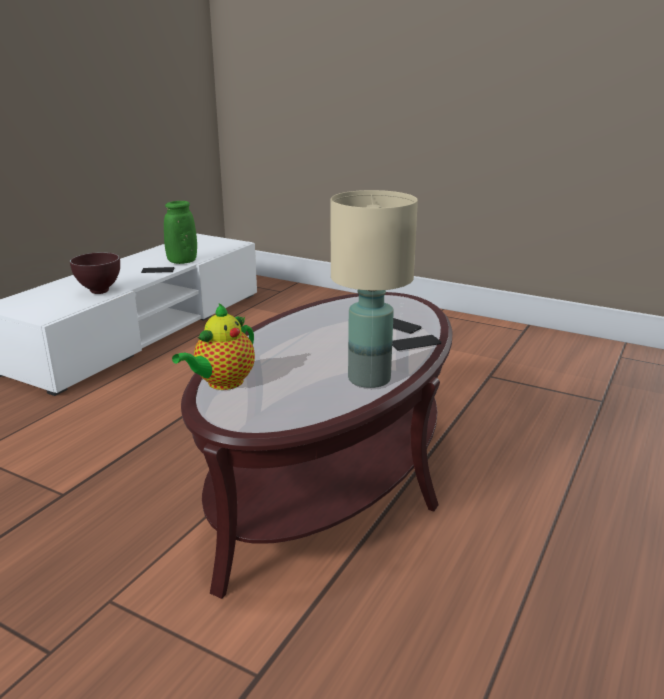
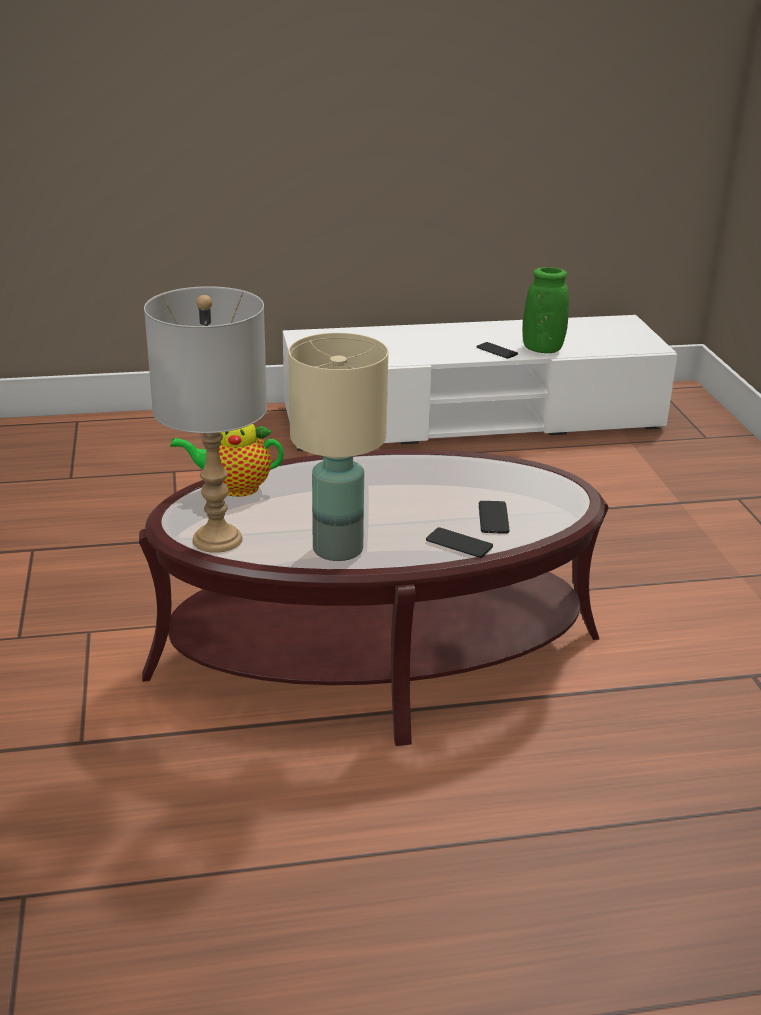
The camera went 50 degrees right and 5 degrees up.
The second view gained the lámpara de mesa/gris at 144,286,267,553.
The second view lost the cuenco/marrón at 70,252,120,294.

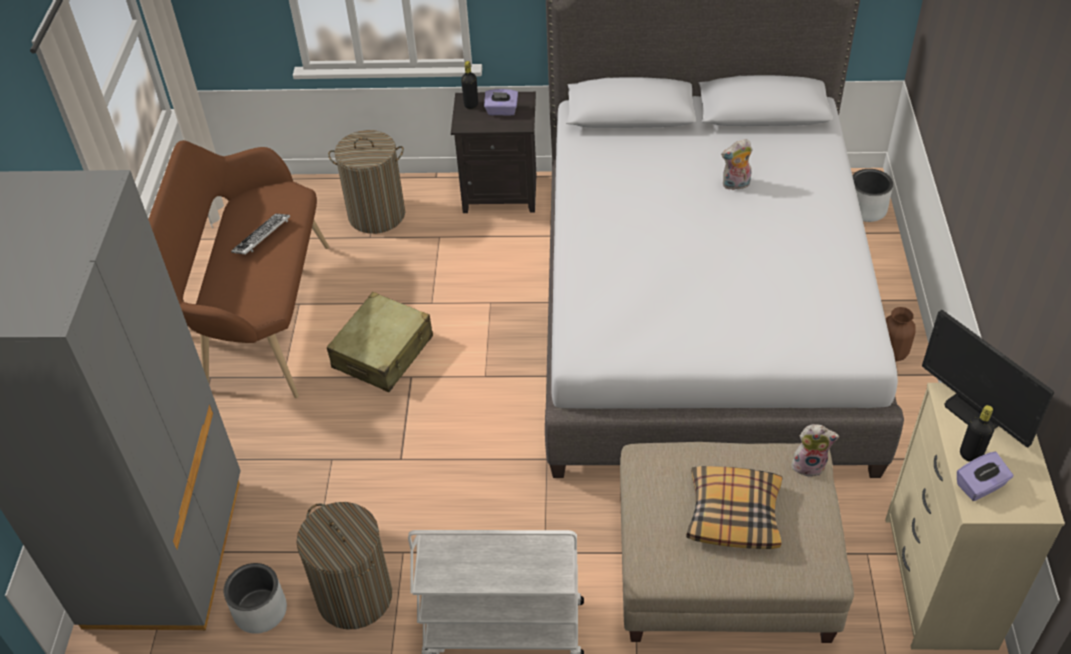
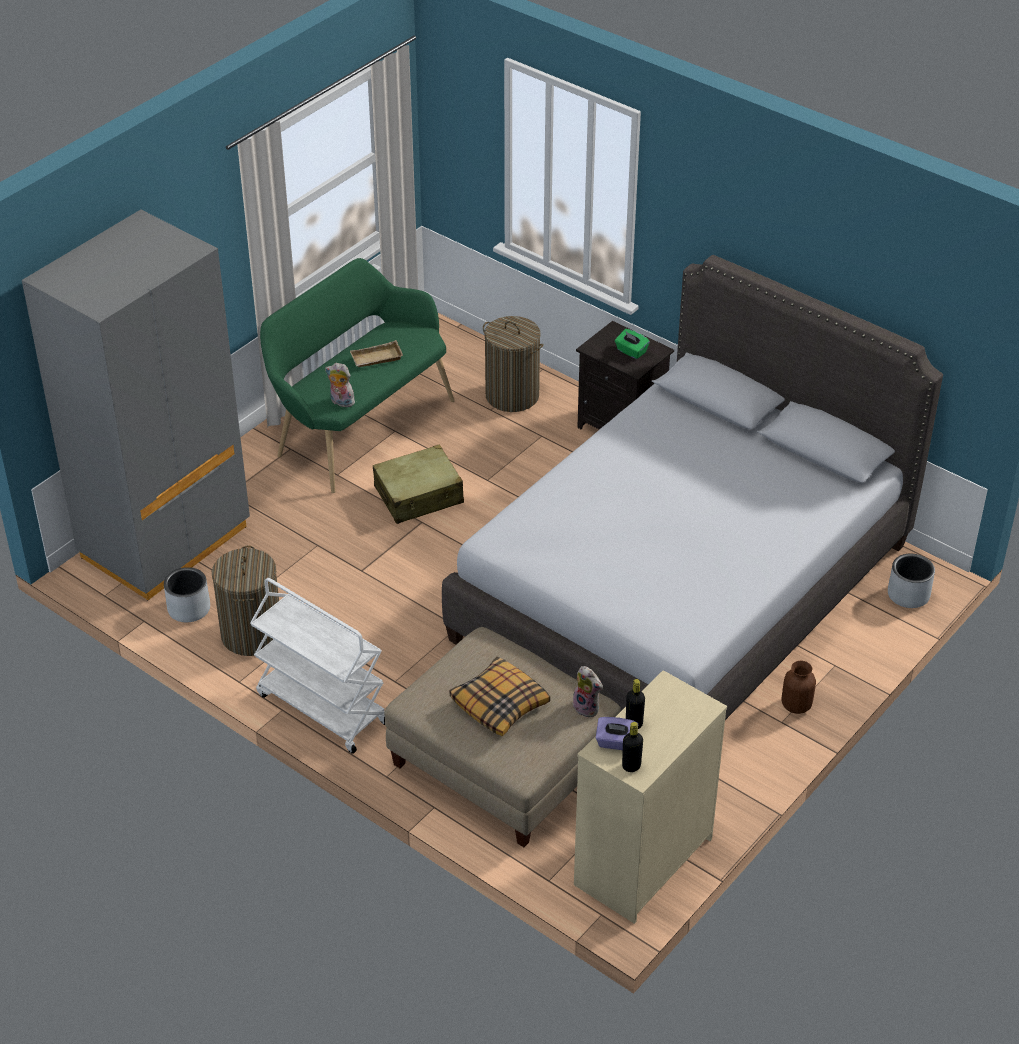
The camera went 35 degrees right and 5 degrees down.
What was the banco/marrón at 148,140,329,398 turned into the banco/verde at 260,258,455,493.
The peluche ended up elsewhere, having gone from 721,139,752,190 to 325,363,355,407.
Where the teclado stood at 231,213,291,255, the bandeja/beis came to stand at 350,340,403,367.
What was the caja de pañuelos/morado at 484,89,518,116 turned into the caja de pañuelos/verde at 615,329,650,359.
The botella/negro ended up elsewhere, having gone from 461,61,478,109 to 622,722,643,772.
The second view lost the monitor at 922,310,1054,448.

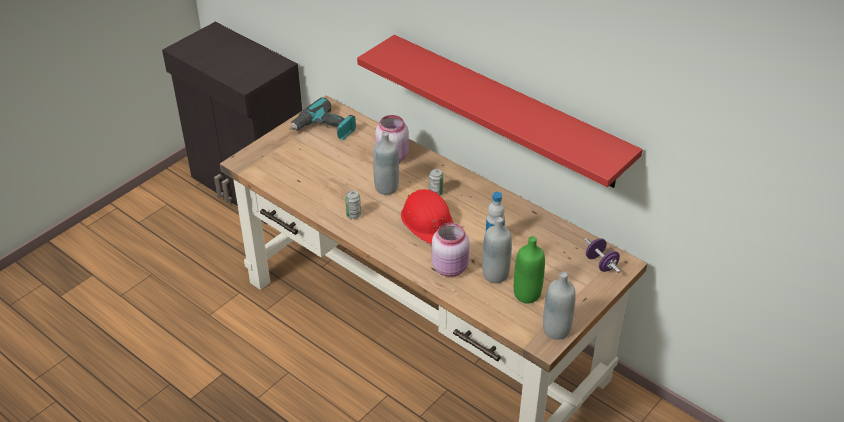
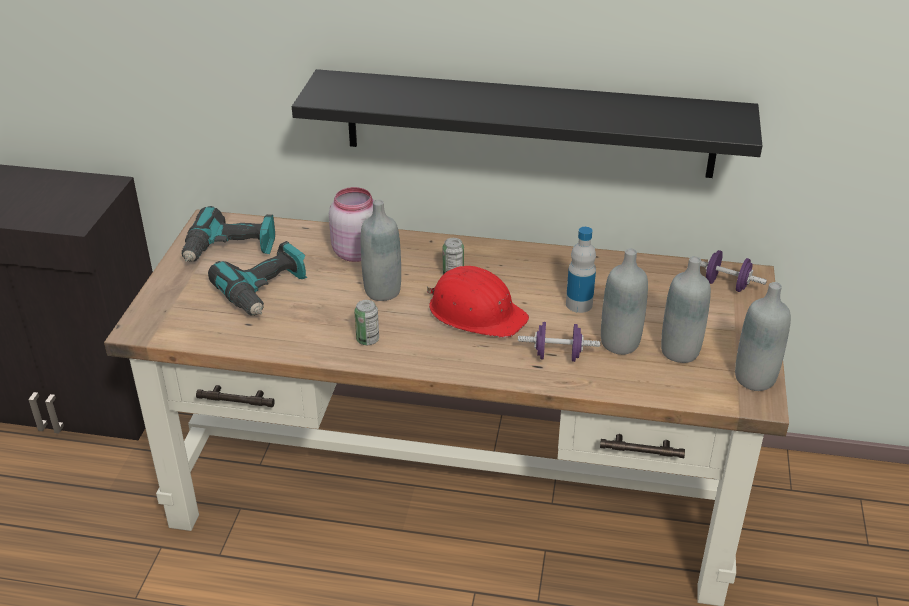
The camera went 30 degrees left and 5 degrees down.
The second view gained the taladro at 208,241,308,316.
What was the estante/rojo at 357,35,643,188 turned into the estante/negro at 292,69,762,178.
Where the tarro/rosa stood at 431,223,470,277, the mancuerna/morado came to stand at 518,322,600,362.
What was the botella/verde at 514,236,545,304 turned into the botella/gris at 661,256,711,363.

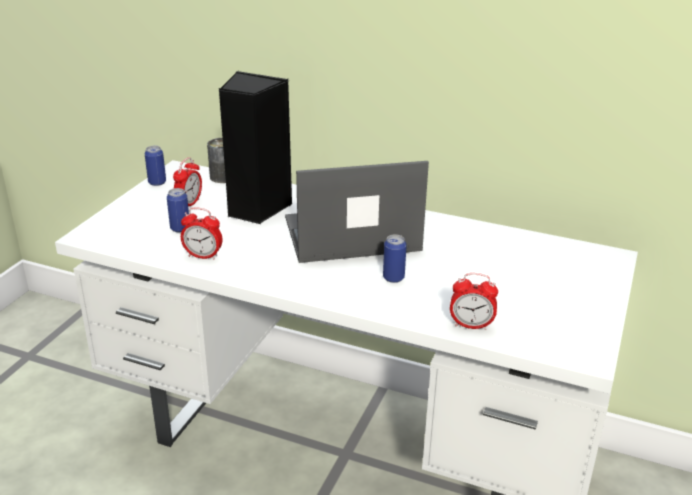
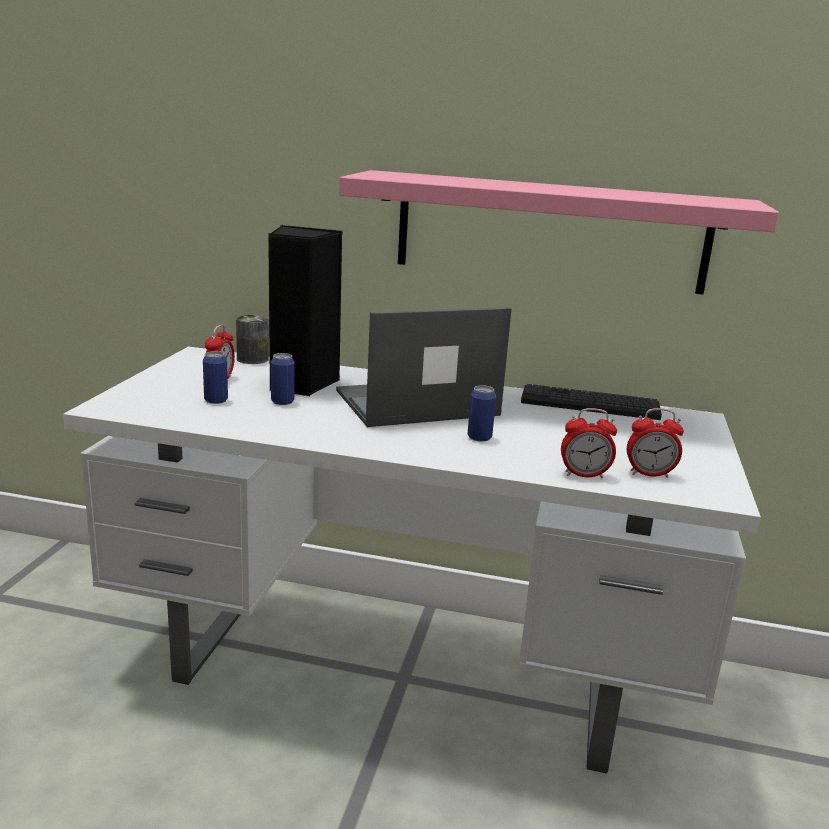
The camera went 10 degrees left and 10 degrees down.
The lata ended up elsewhere, having gone from 145,146,166,186 to 271,353,295,405.
The second view gained the estante/rosa at 339,170,779,294.
The second view gained the teclado at 521,384,662,420.
The despertador ended up elsewhere, having gone from 181,207,222,260 to 627,408,684,478.

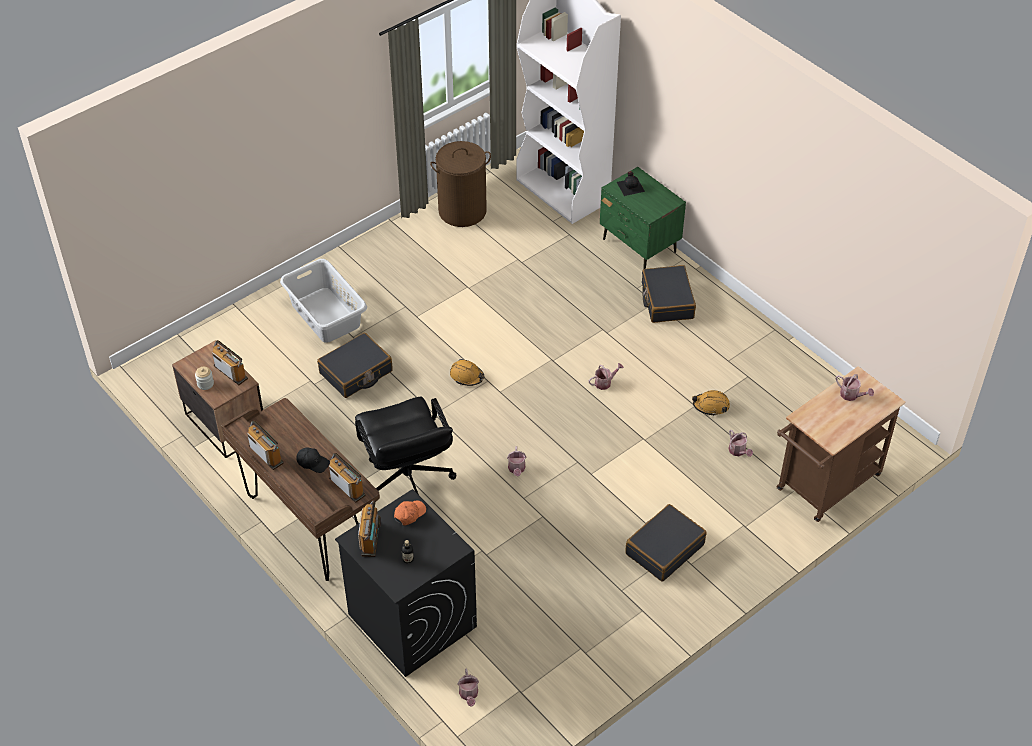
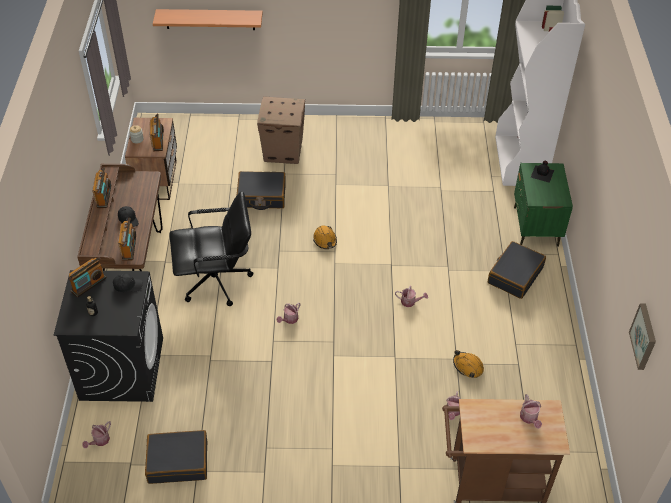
The camera went 40 degrees right and 0 degrees up.
What was the gorra/naranja at 394,500,426,525 turned into the gorra/negro at 113,273,143,292.
The maleta/negro ended up elsewhere, having gone from 625,504,706,582 to 145,430,207,484.
The second view gained the estante at 153,9,263,30.
The silla de oficina/negro at 355,397,456,503 ended up facing another way, 120 degrees counterclockwise from before.
Where the cesto de la ropa/gris stood at 280,259,367,343, the caja de cartón came to stand at 257,96,305,164.
The second view gained the cuadro at 629,303,656,370.
The second view lost the cesto de la ropa/marrón at 430,141,491,227.

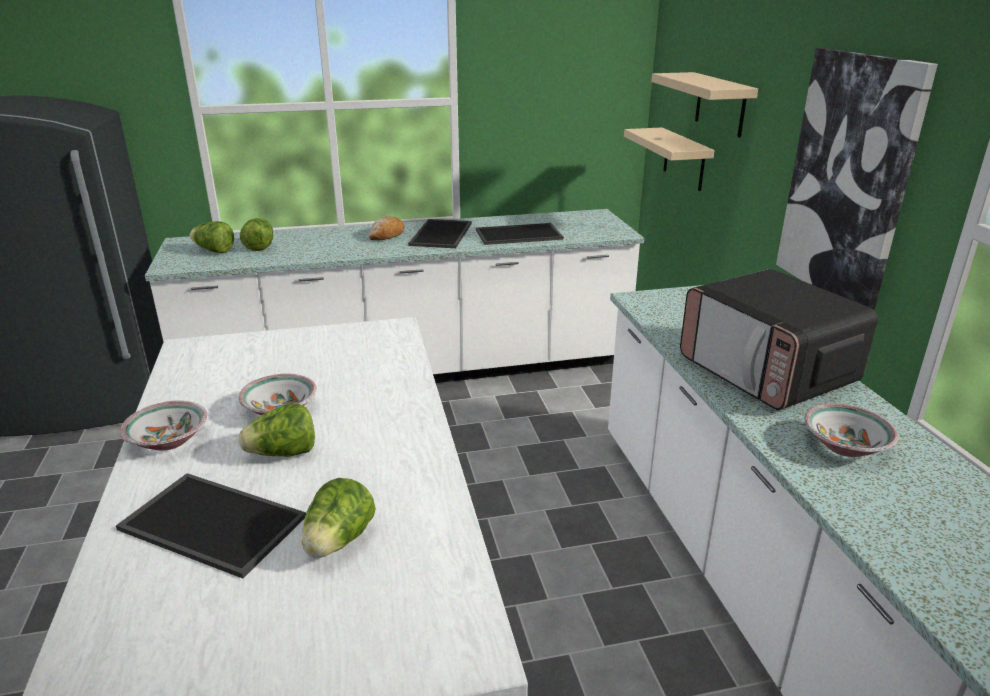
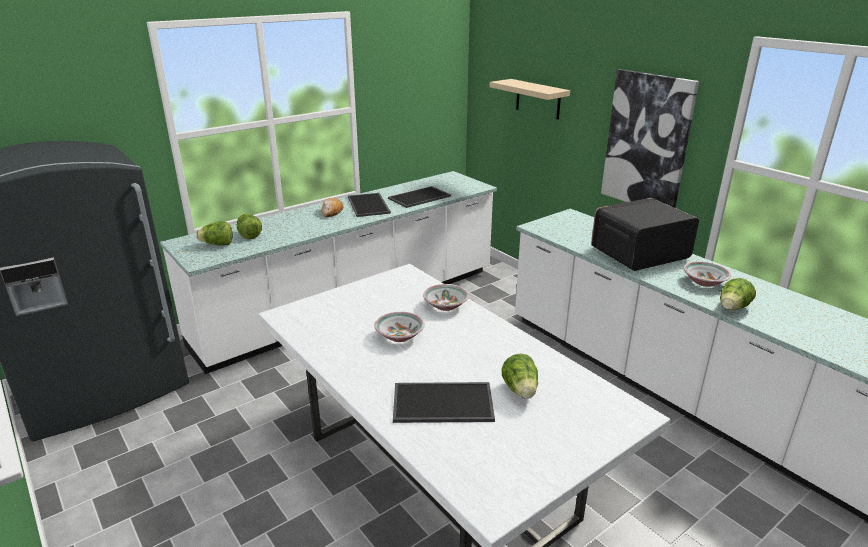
The camera went 25 degrees left and 0 degrees up.
The cuenco ended up elsewhere, having gone from 120,401,207,451 to 423,284,469,311.
The microondas at 680,269,878,410 ended up facing another way, 120 degrees clockwise from before.
The lechuga ended up elsewhere, having gone from 239,404,315,457 to 720,278,756,310.
The second view lost the estante/beis at 624,127,715,191.

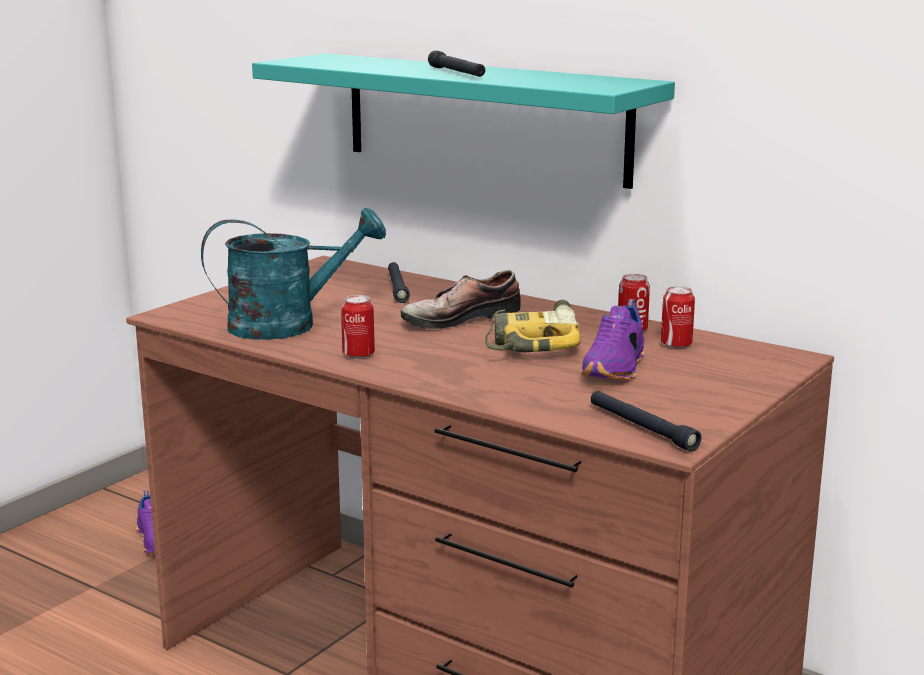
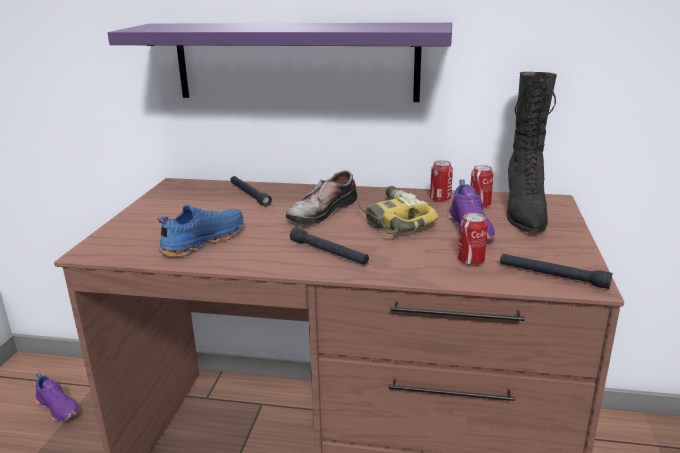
The camera went 25 degrees left and 5 degrees up.
What was the estante/turquesa at 252,53,675,189 turned into the estante/morado at 108,23,452,102.
Where the regadera/turquesa stood at 201,207,386,340, the zapato/azul came to stand at 157,205,243,257.
The linterna/negro ended up elsewhere, having gone from 428,50,485,77 to 290,227,369,265.
The lata ended up elsewhere, having gone from 341,295,375,359 to 458,213,488,266.
The second view gained the bota/negro at 506,72,557,233.

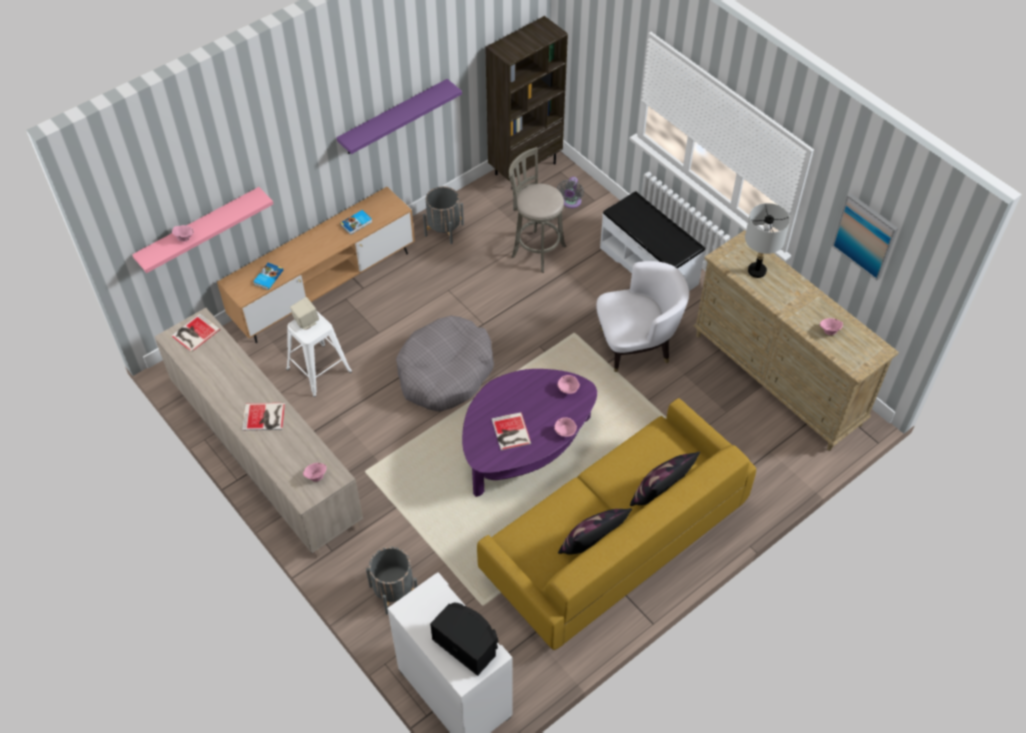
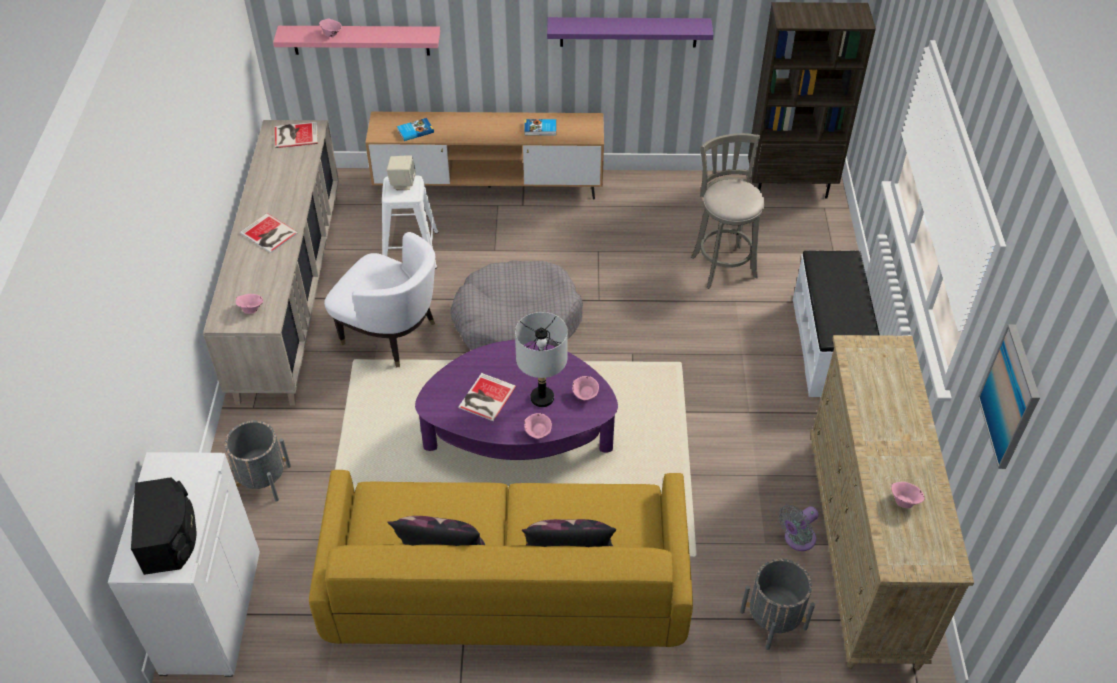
The camera went 40 degrees right and 5 degrees down.
The sillón/blanco ended up elsewhere, having gone from 596,261,689,372 to 324,232,435,367.
The lámpara de mesa/gris ended up elsewhere, having gone from 745,203,790,278 to 515,312,568,407.
The maceta/gris ended up elsewhere, having gone from 423,186,464,244 to 740,559,815,650.
The ventilador/gris ended up elsewhere, having gone from 557,177,584,208 to 778,505,819,551.

